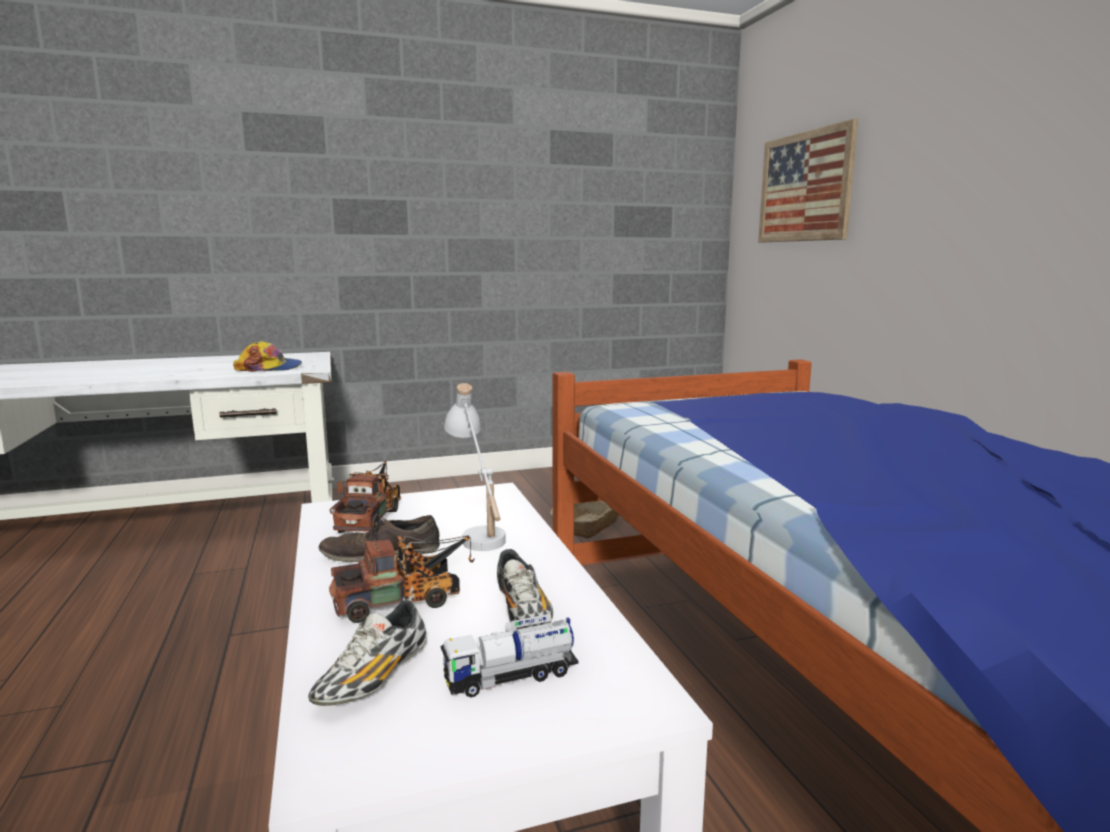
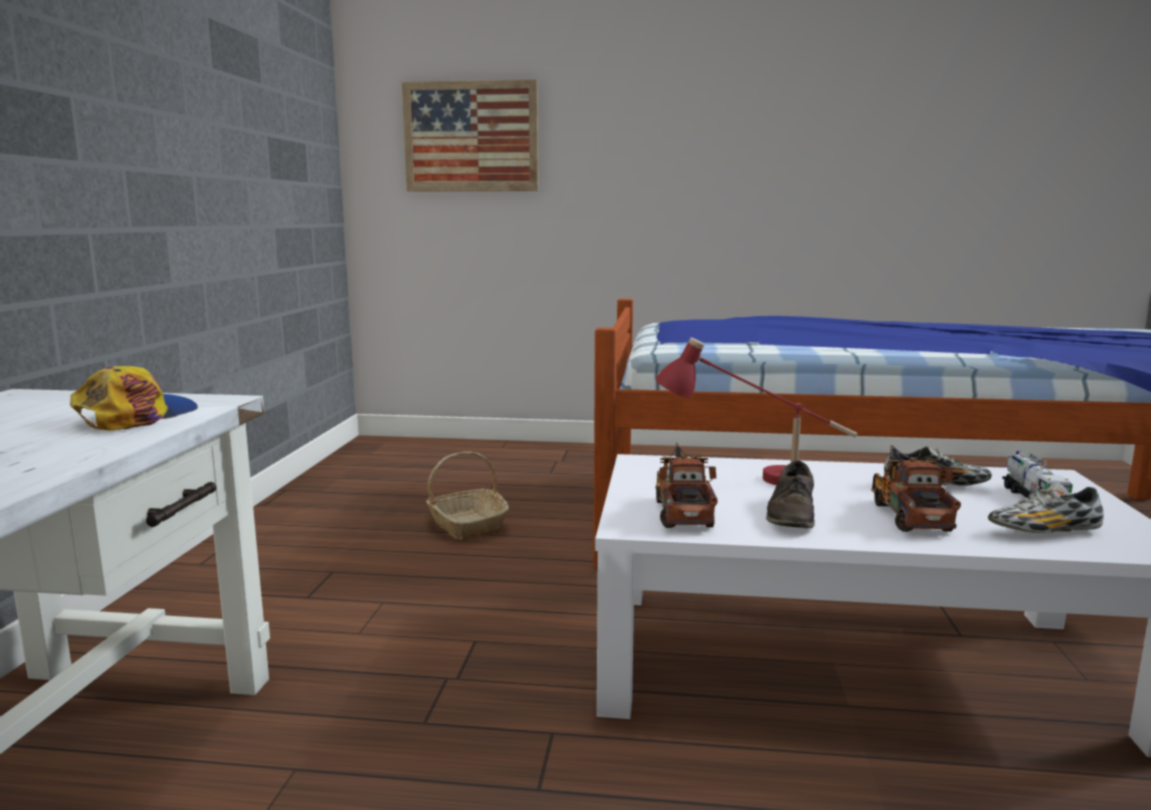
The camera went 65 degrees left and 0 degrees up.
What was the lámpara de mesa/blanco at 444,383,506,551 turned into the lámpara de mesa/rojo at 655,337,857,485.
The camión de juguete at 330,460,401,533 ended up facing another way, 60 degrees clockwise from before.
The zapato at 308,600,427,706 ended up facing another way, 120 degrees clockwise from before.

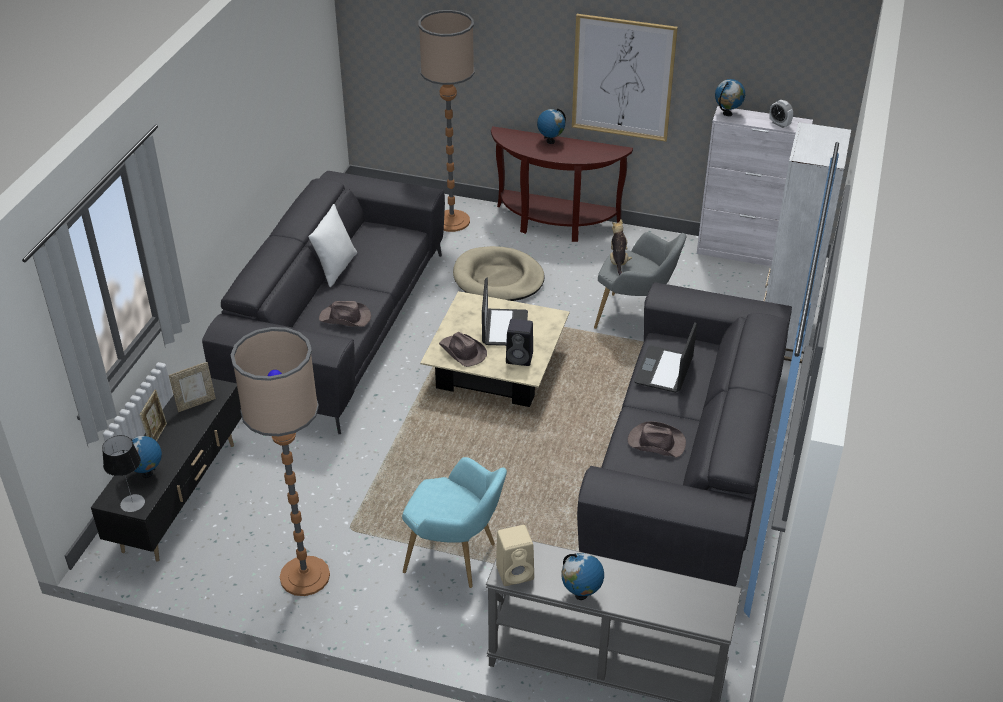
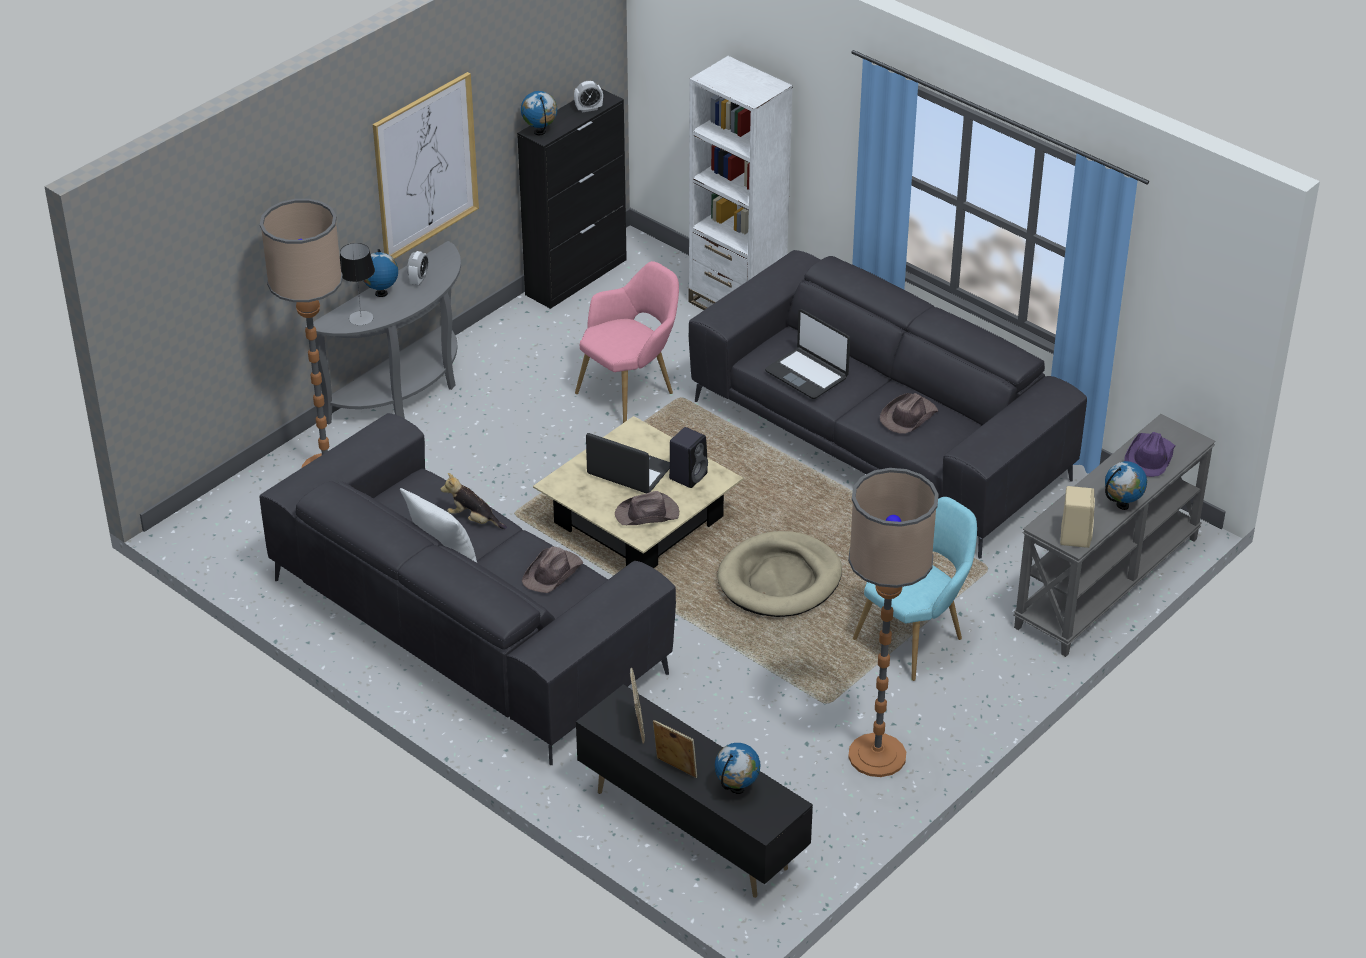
The camera went 65 degrees left and 0 degrees up.
What was the mesa consola/marrón at 491,126,633,242 turned into the mesa consola/gris at 306,241,461,425.
The lámpara de mesa ended up elsewhere, having gone from 102,435,145,512 to 340,243,375,325.
The second view gained the despertador at 407,251,429,286.
The peluche ended up elsewhere, having gone from 610,219,632,275 to 441,473,507,529.
What was the armario/blanco at 697,106,813,266 turned into the armario/negro at 517,89,627,309.
What was the sillón/gris at 594,232,686,329 turned into the sillón/rosa at 575,261,679,423.
The cama para perro/beis ended up elsewhere, having gone from 453,246,545,301 to 717,531,842,617.
The second view gained the sombrero/morado at 1124,432,1175,477.

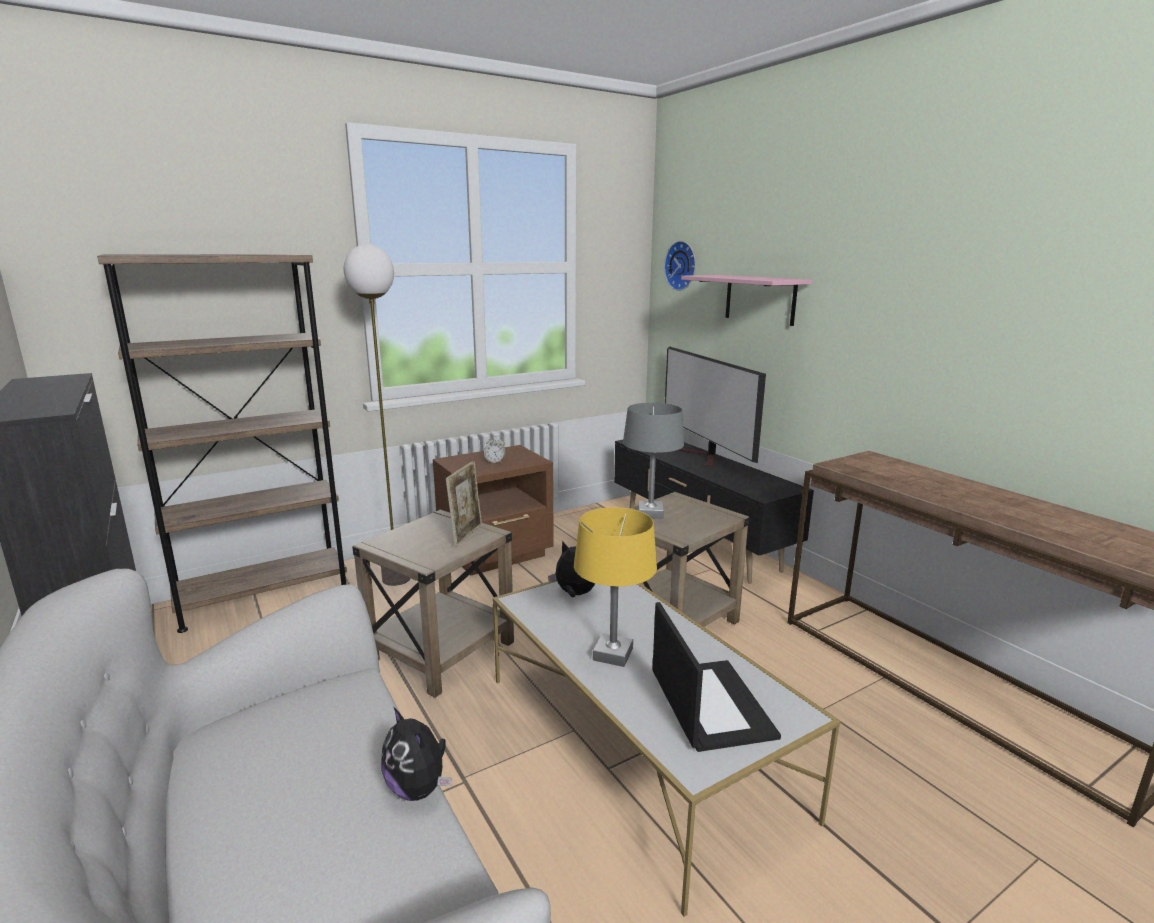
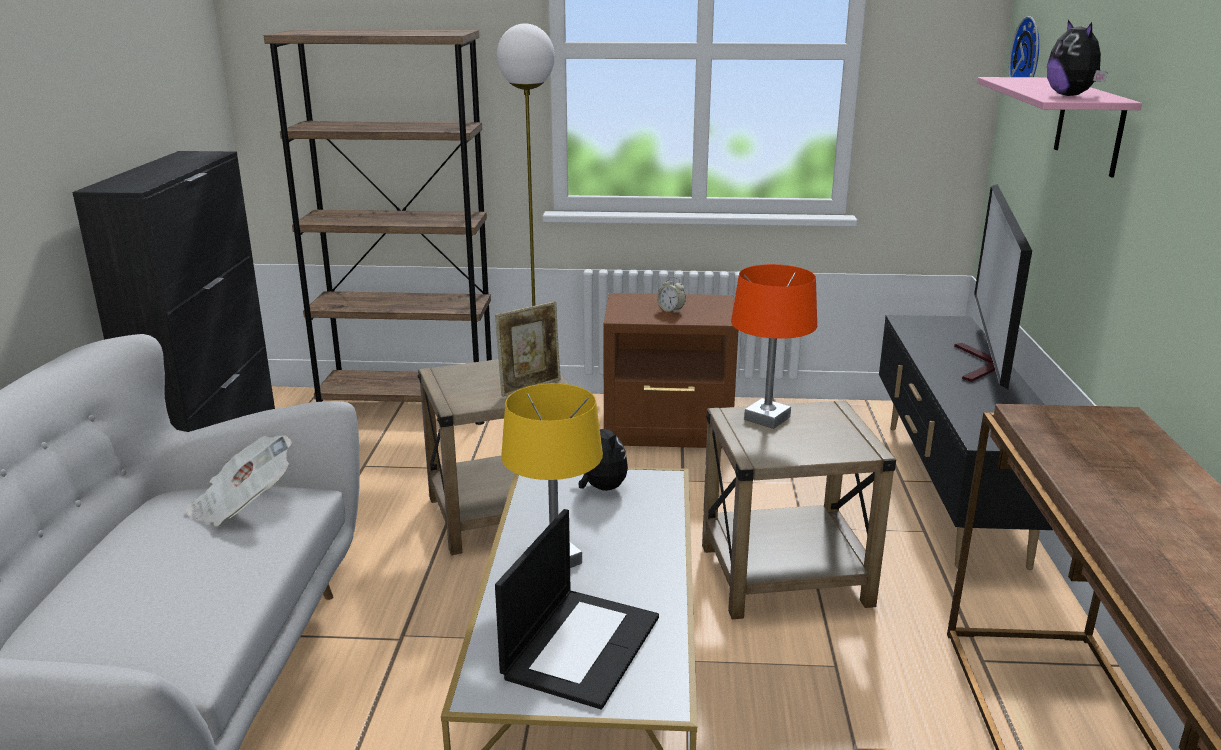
The camera went 35 degrees right and 5 degrees up.
The second view gained the periódico at 185,435,292,527.
What was the lámpara de mesa/gris at 623,402,684,518 turned into the lámpara de mesa/naranja at 731,264,817,429.
The peluche ended up elsewhere, having gone from 381,707,451,801 to 1047,20,1108,96.

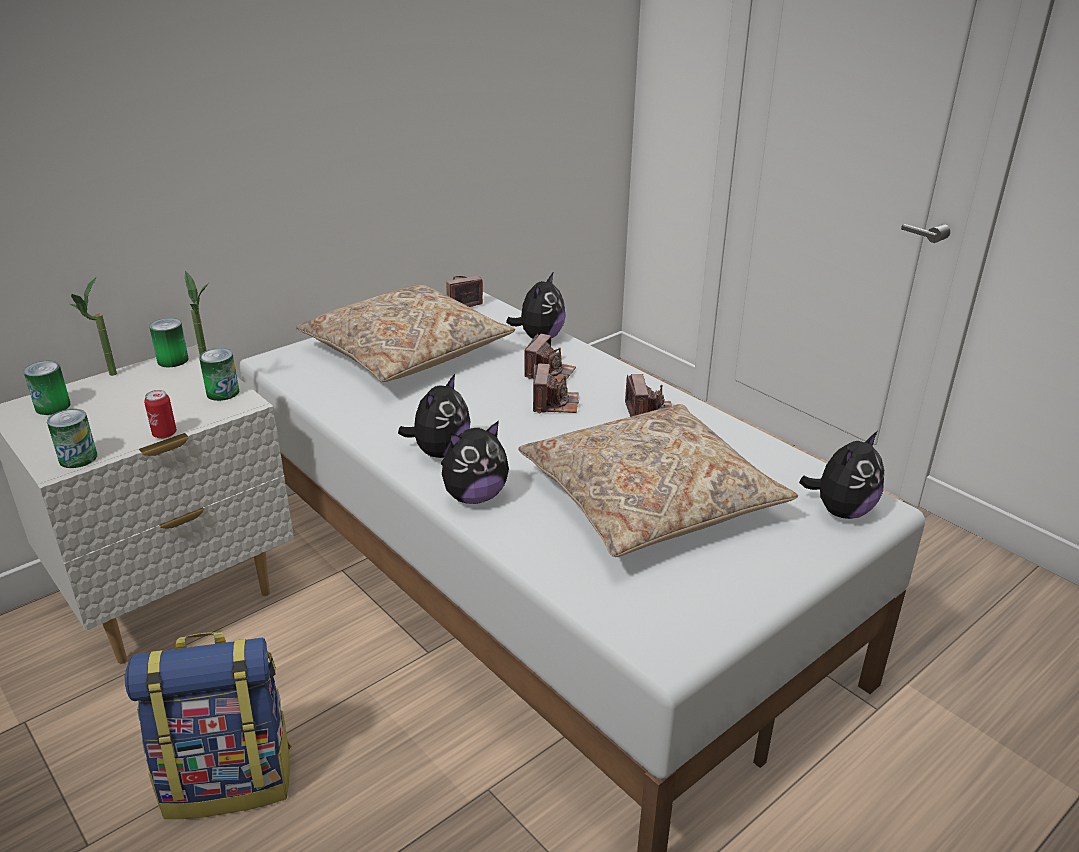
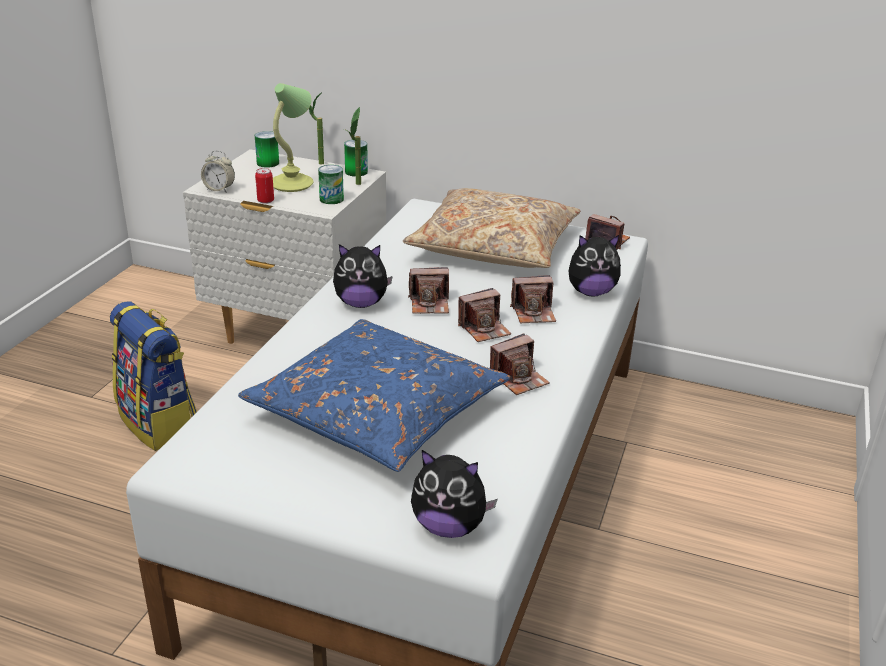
The camera went 60 degrees right and 0 degrees up.
Where the lata stood at 47,409,97,468, the despertador came to stand at 201,150,235,193.
What was the cojín/beis at 518,404,798,557 turned into the cojín/azul at 238,319,510,472.
The second view gained the lámpara de mesa at 273,83,313,192.
The second view gained the cámara at 408,267,449,314.
The second view lost the peluche at 441,421,509,504.

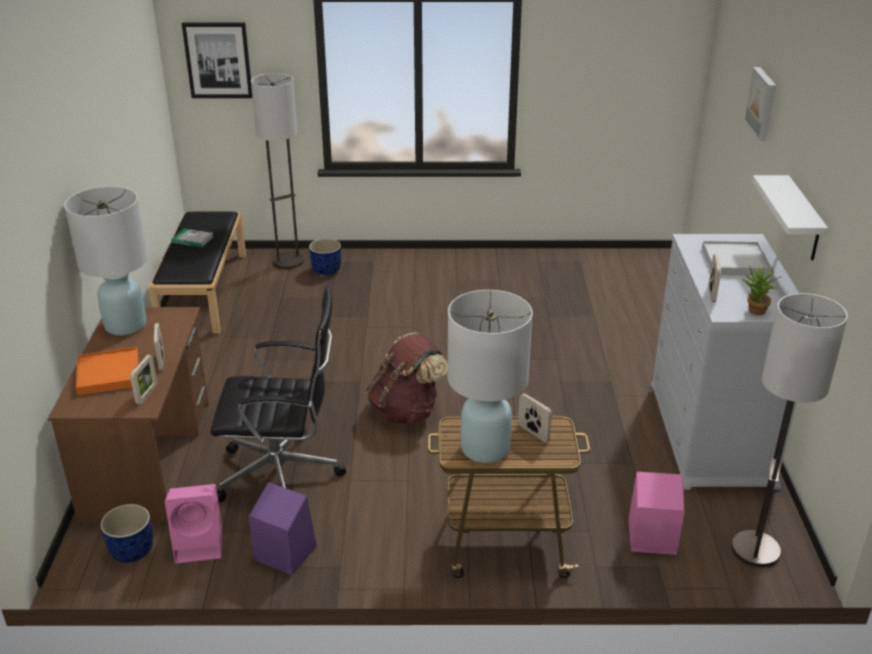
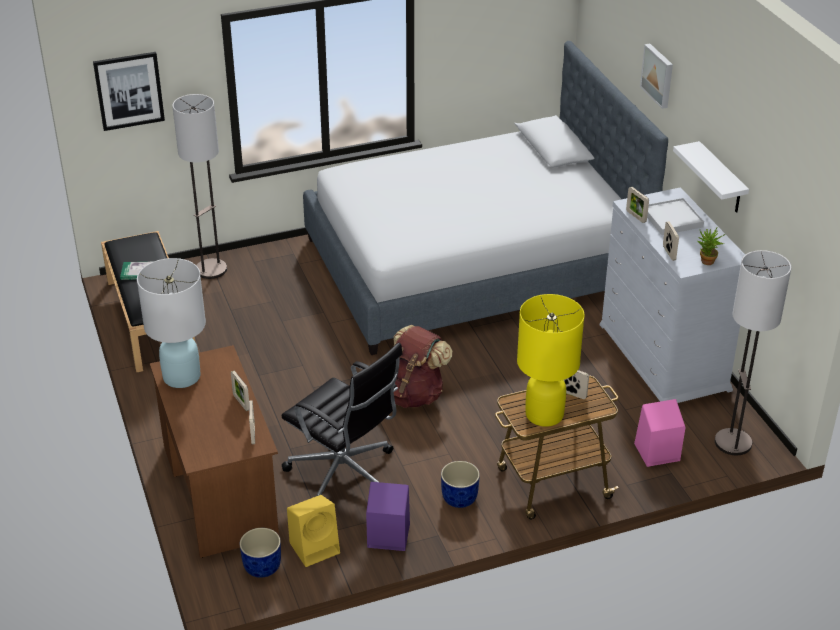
The camera went 20 degrees left and 5 degrees up.
The silla de oficina/negro at 211,286,346,503 ended up facing another way, 60 degrees clockwise from before.
What was the altavoz/rosa at 165,484,222,564 turned into the altavoz/amarillo at 287,495,340,567.
The second view gained the cama at 303,41,668,355.
The maceta/azul ended up elsewhere, having gone from 309,239,341,275 to 441,461,480,508.
What was the lámpara de mesa/blanco at 447,290,533,463 turned into the lámpara de mesa/amarillo at 517,294,585,427.
The second view gained the portarretratos at 626,187,649,223.
The second view lost the bandeja/naranja at 76,347,139,395.

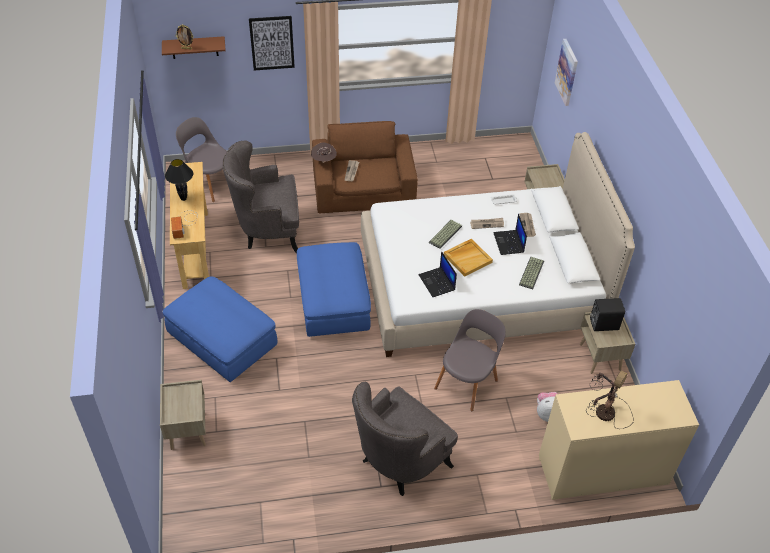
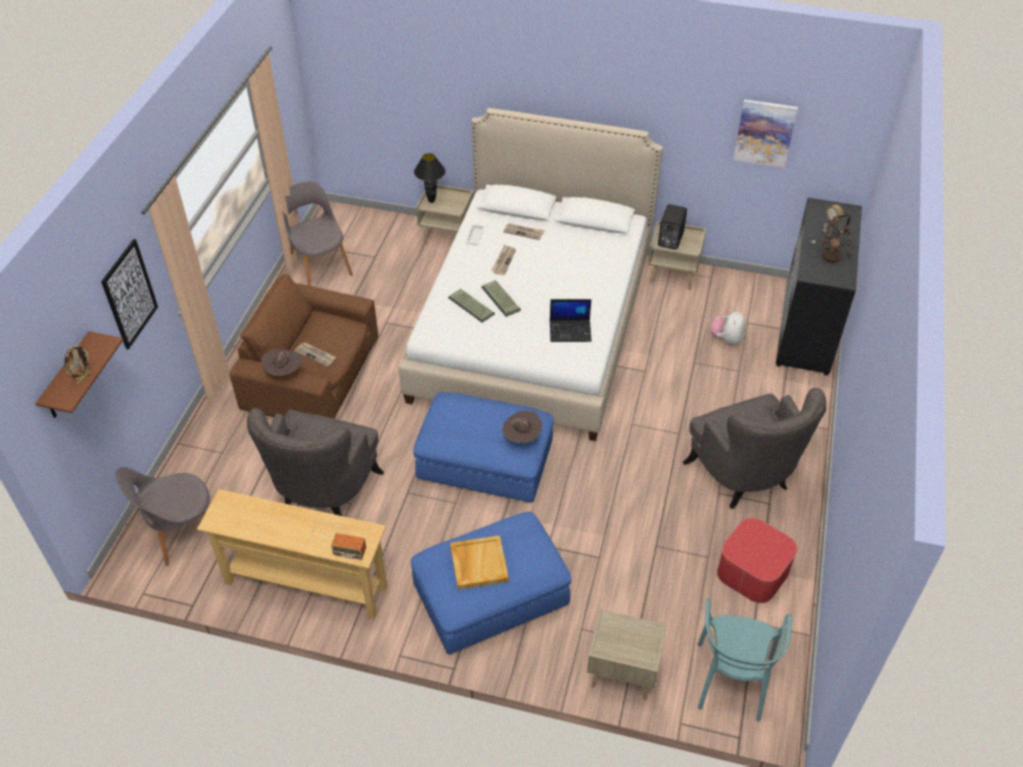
The camera went 65 degrees left and 0 degrees up.
The silla/gris ended up elsewhere, having gone from 434,309,506,411 to 282,181,353,286.
The lámpara de mesa/negro ended up elsewhere, having gone from 165,159,193,201 to 414,153,445,203.
The teclado ended up elsewhere, having gone from 519,257,544,289 to 448,289,495,322.
The bandeja/beis ended up elsewhere, having gone from 444,239,493,277 to 450,535,509,590.
The second view gained the sombrero/marrón at 502,411,542,443.
The second view gained the silla/turquesa at 698,598,792,722.
The second view gained the puf at 717,518,798,603.
The cuadro ended up elsewhere, having gone from 555,39,578,106 to 733,99,798,168.
What was the cómoda/beis at 539,380,699,500 turned into the cómoda/negro at 776,198,862,375.
The second view lost the portátil at 493,214,527,255.

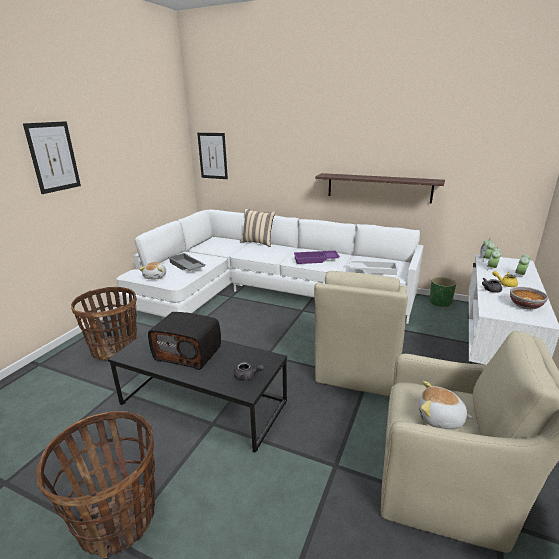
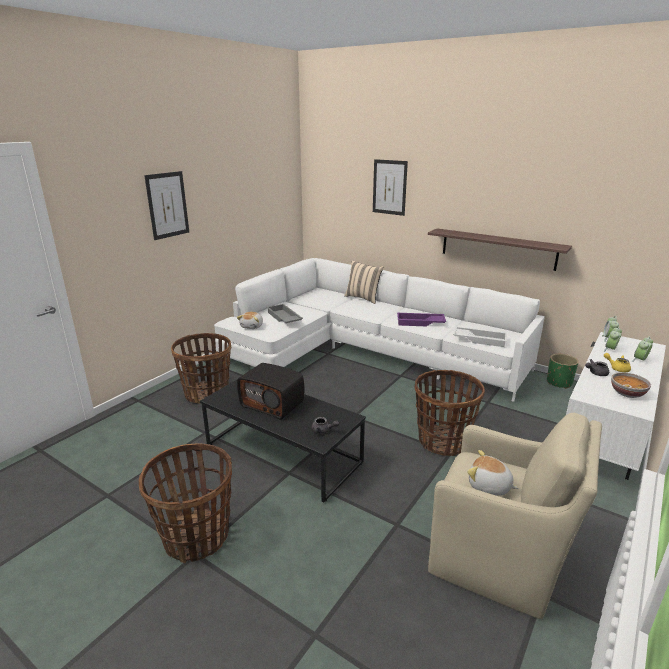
The camera went 10 degrees right and 0 degrees up.
The cuadro ended up elsewhere, having gone from 197,133,228,179 to 373,159,408,216.
Where the sillón/beis stood at 314,271,408,396, the cesta came to stand at 414,370,485,456.

